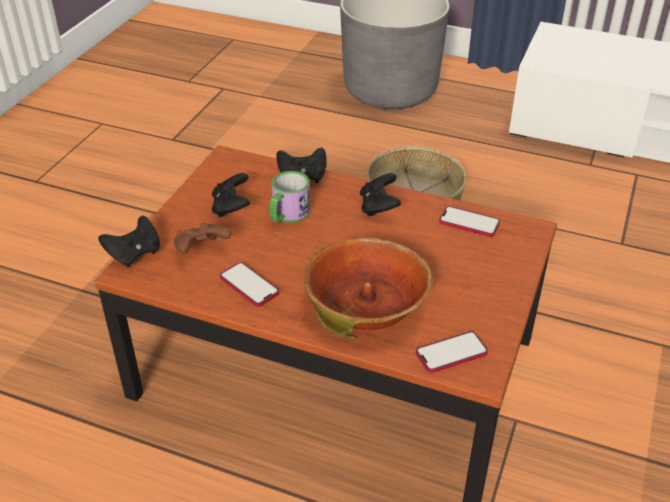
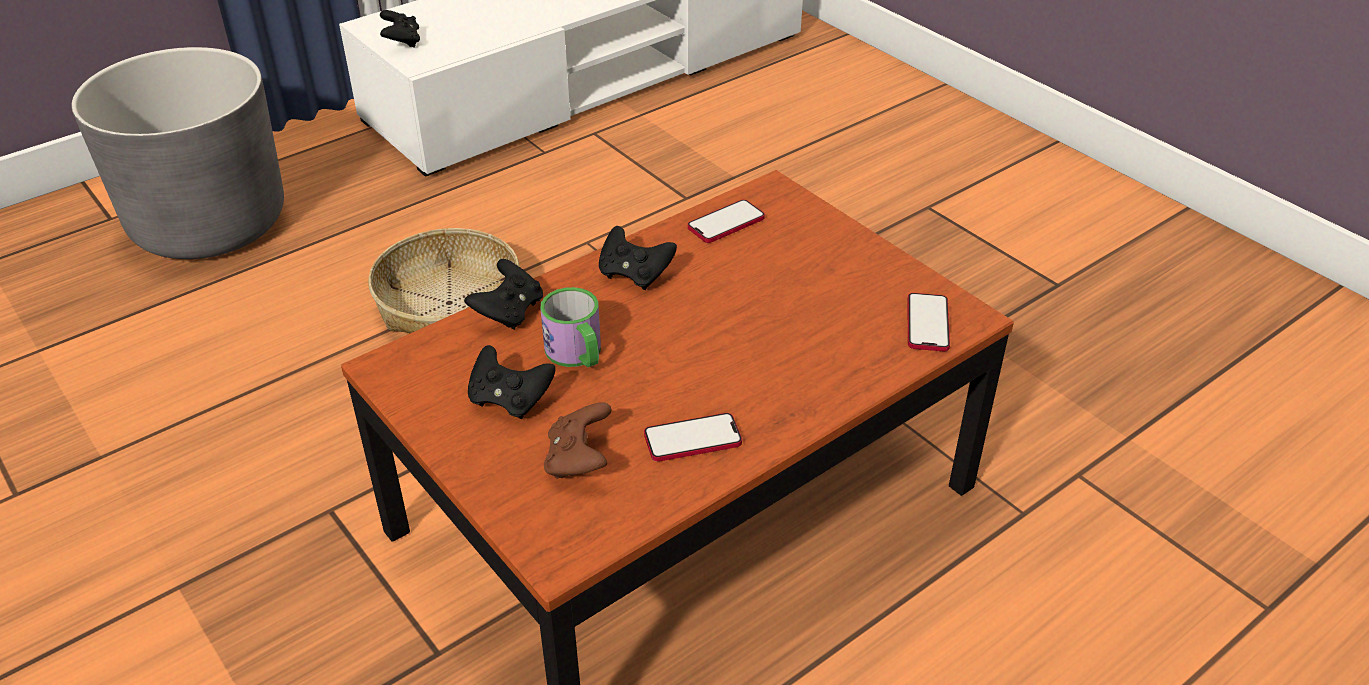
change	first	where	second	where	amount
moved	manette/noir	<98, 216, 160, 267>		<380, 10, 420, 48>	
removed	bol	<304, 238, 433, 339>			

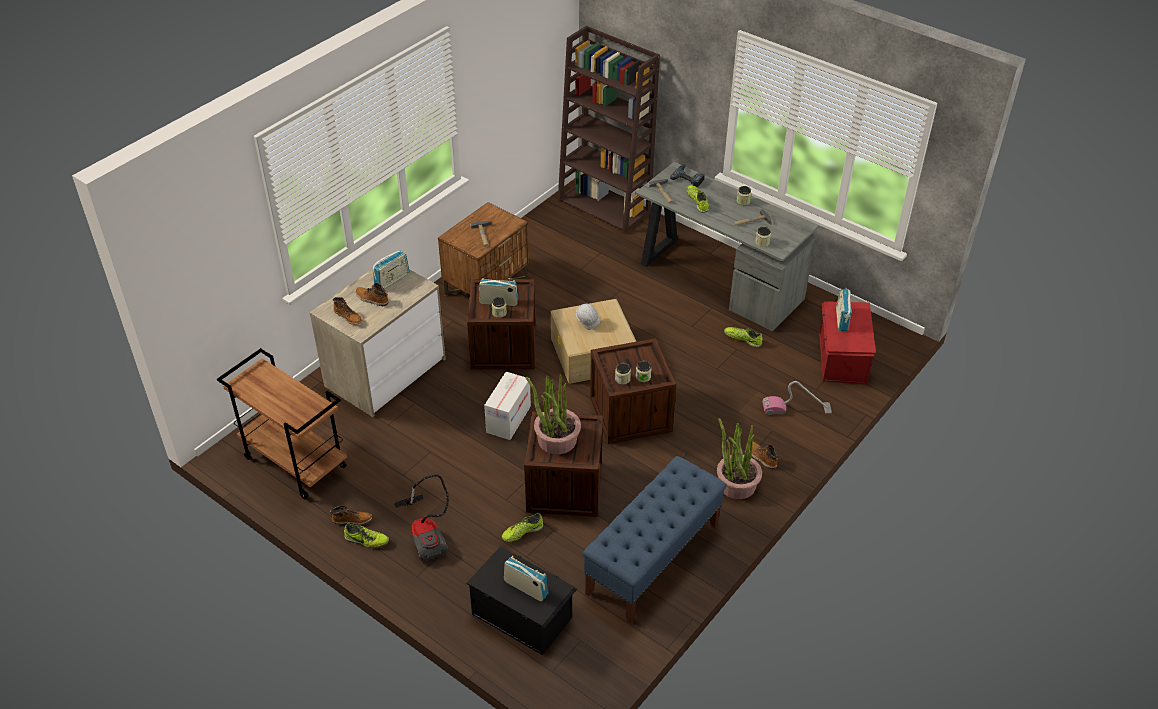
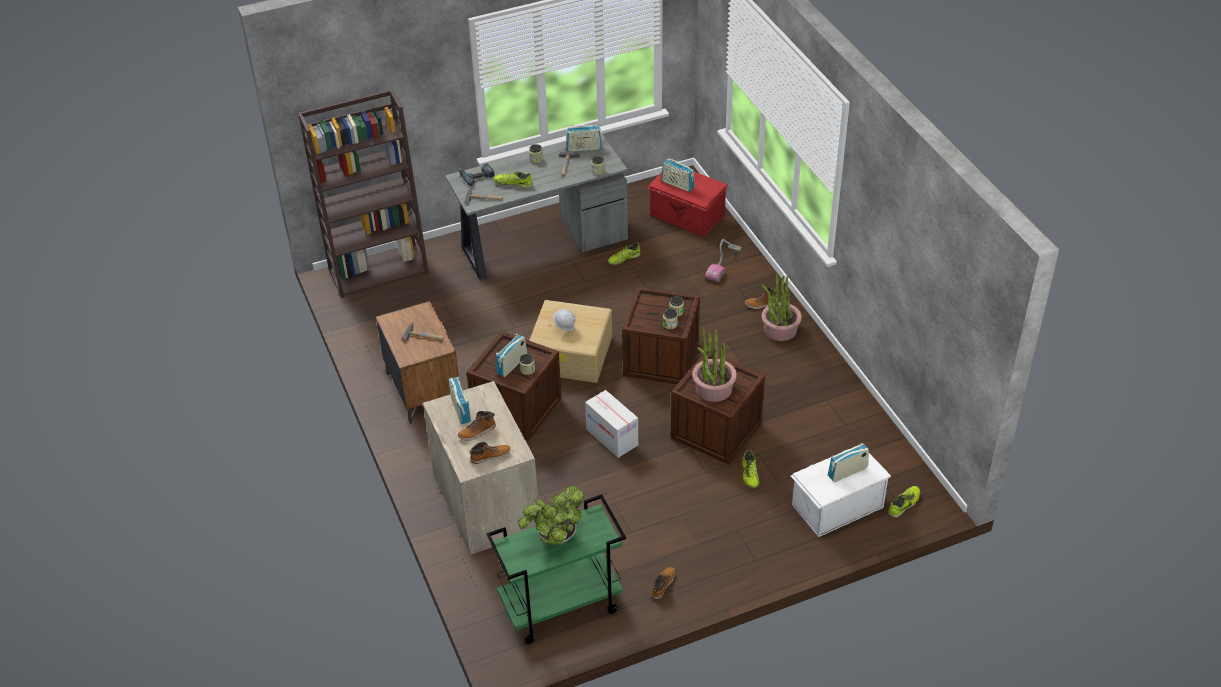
change	first	where	second	where	amount
recoloured	chariot/marron	<217, 348, 347, 500>	chariot/vert	<486, 494, 626, 644>	
removed	banc/bleu	<582, 456, 727, 624>			
removed	aspirateur	<394, 474, 449, 563>			
moved	chaussure	<344, 523, 389, 548>		<888, 486, 920, 518>	
recoloured	boîte de rangement/noir	<466, 546, 577, 655>	boîte de rangement/blanc	<791, 444, 891, 537>	
added			radio	<566, 125, 602, 152>	
added			plante en pot	<518, 485, 584, 546>	

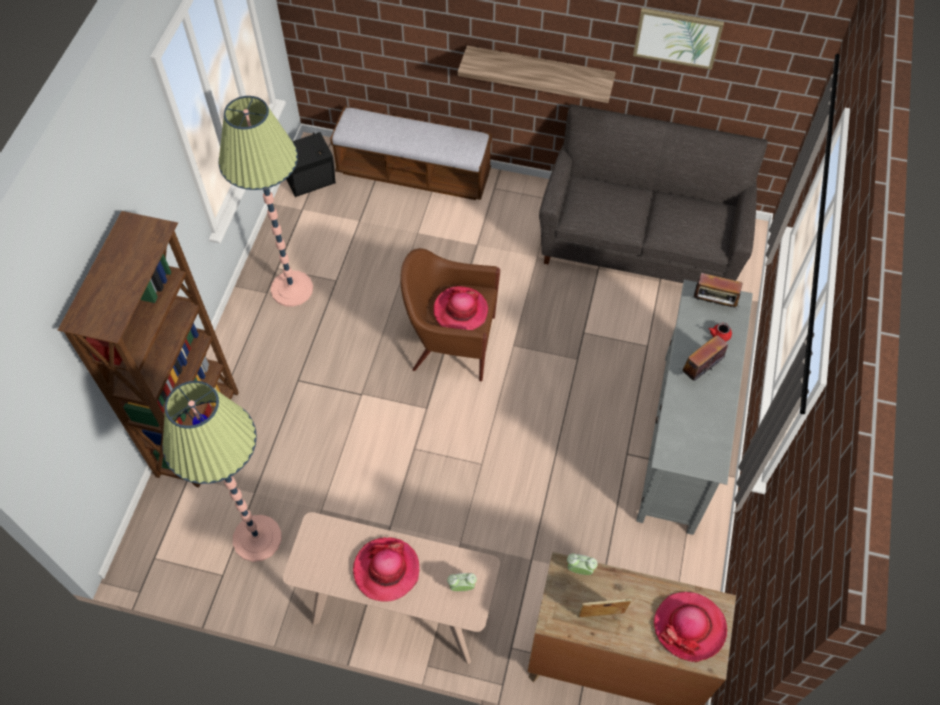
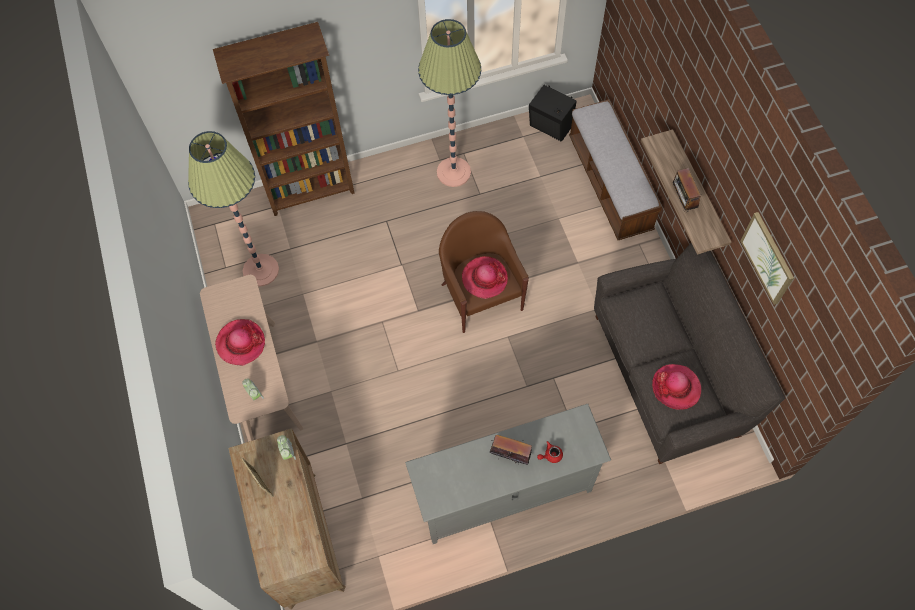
change	first	where	second	where	amount
moved	radio	<694, 273, 743, 310>		<673, 168, 701, 213>	
moved	chapeau	<654, 592, 727, 662>		<652, 364, 701, 410>	

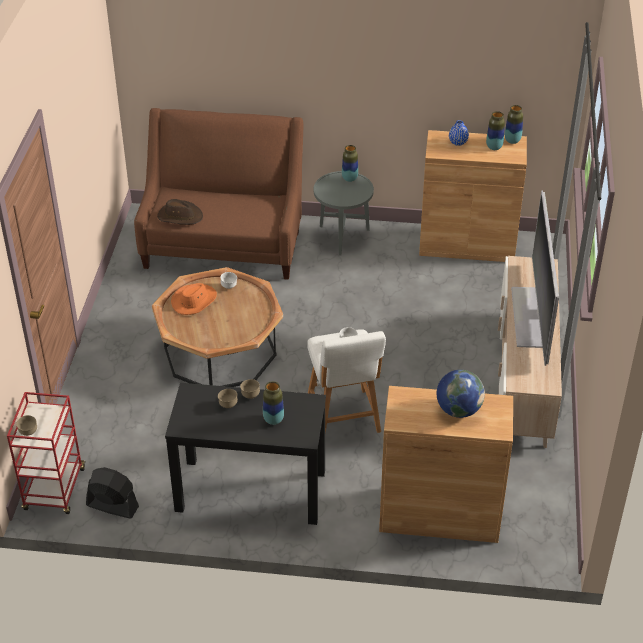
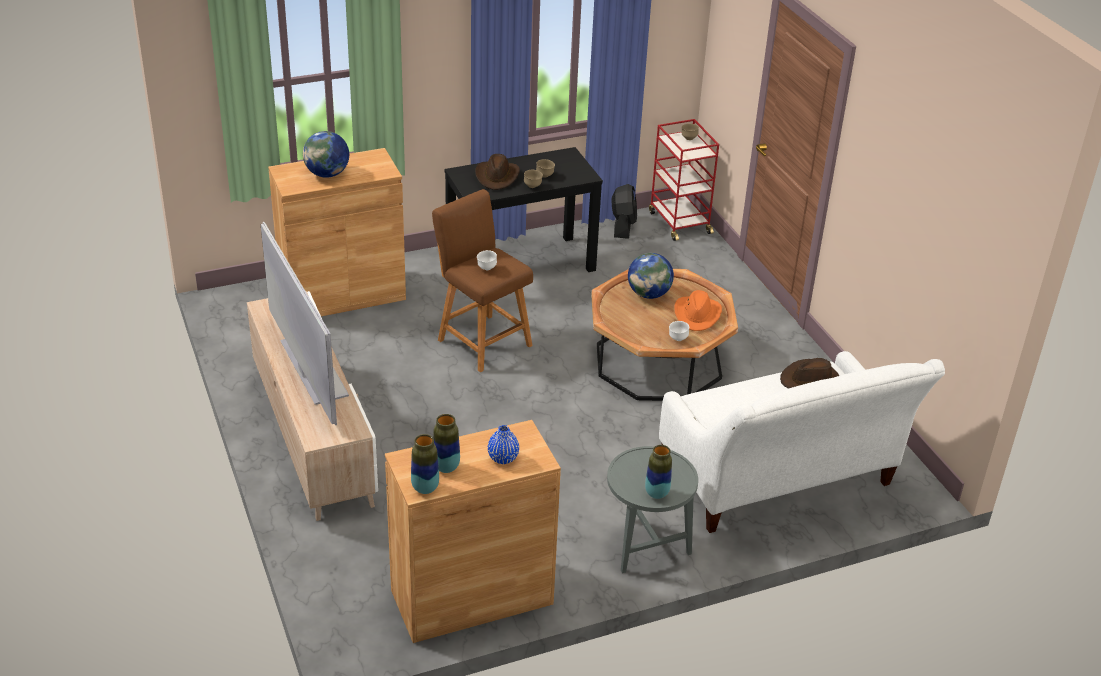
change	first	where	second	where	amount
recoloured	canapé/marron	<134, 108, 304, 280>	canapé/blanc	<659, 351, 945, 533>	
recoloured	tabouret/blanc	<307, 329, 386, 433>	tabouret/marron	<432, 189, 533, 372>	
replaced	vase	<263, 381, 284, 425>	chapeau/marron	<475, 154, 520, 190>	
turned	ventilateur/noir	<86, 467, 139, 519>		<612, 184, 637, 239>	75 degrees counterclockwise
added			globe	<628, 253, 674, 299>	

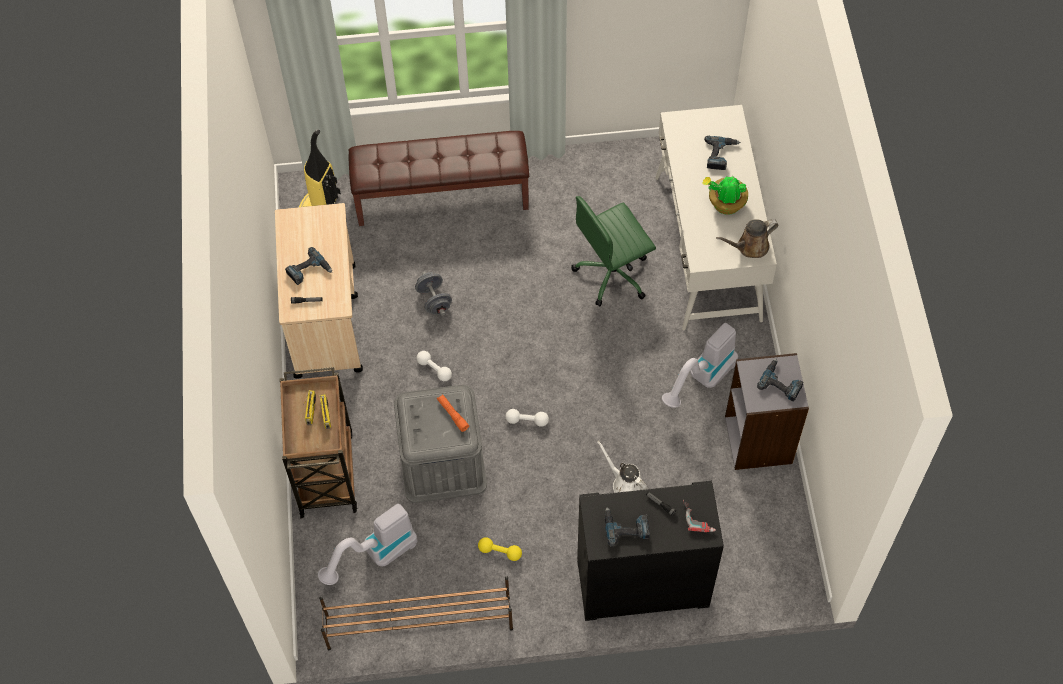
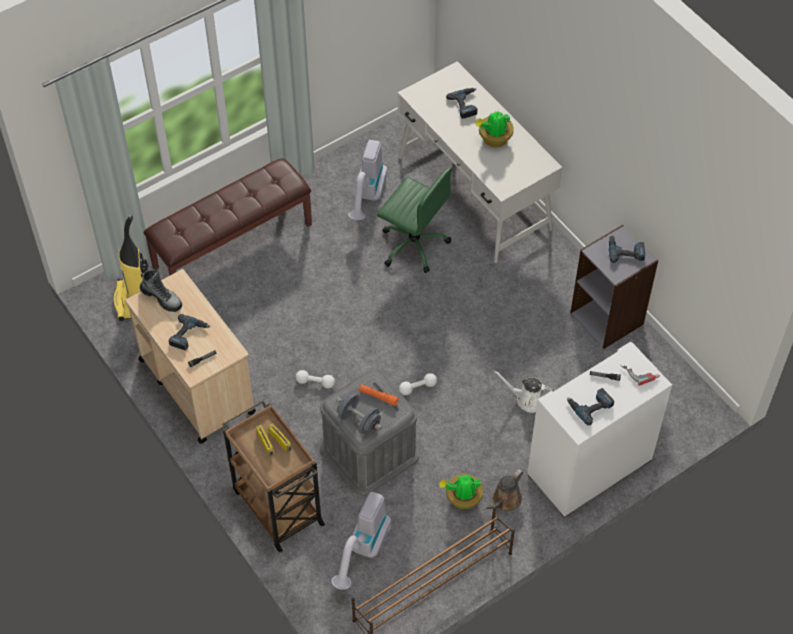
change	first	where	second	where	amount
turned	chaise de bureau/vert	<571, 196, 656, 306>		<377, 167, 452, 273>	90 degrees counterclockwise
moved	arrosoir/marron	<716, 219, 779, 258>		<482, 469, 523, 512>	
moved	haltère/gris	<415, 271, 452, 316>		<336, 393, 382, 434>	
moved	aspirateur	<662, 323, 738, 408>		<348, 140, 387, 220>	
recoloured	meuble de rangement/noir	<577, 481, 724, 621>	meuble de rangement/blanc	<527, 342, 672, 518>	
replaced	haltère/jaune	<478, 537, 522, 561>	plante en pot	<439, 474, 483, 509>	
added			botte	<140, 269, 182, 312>	

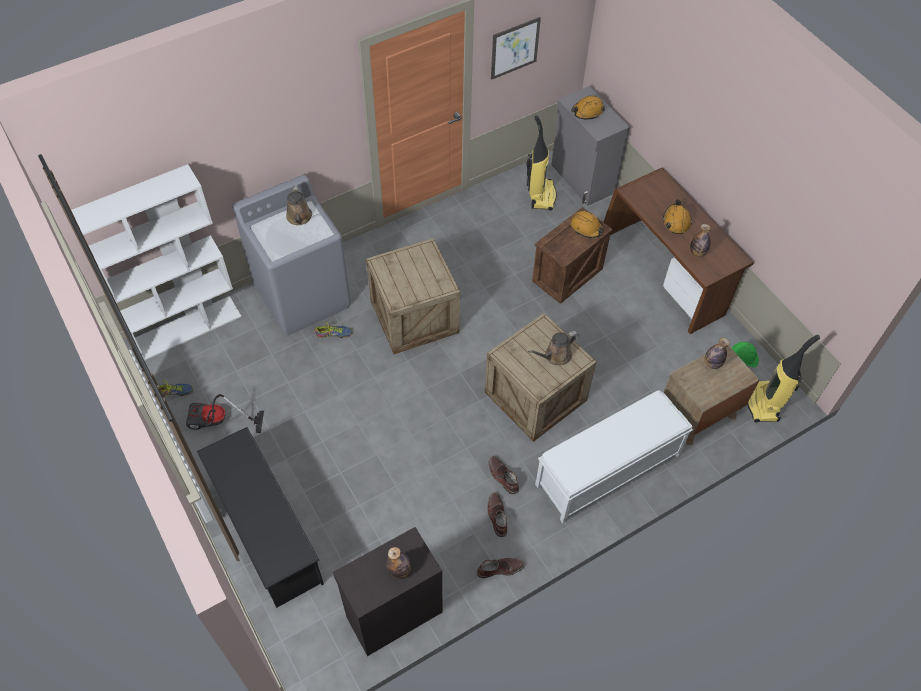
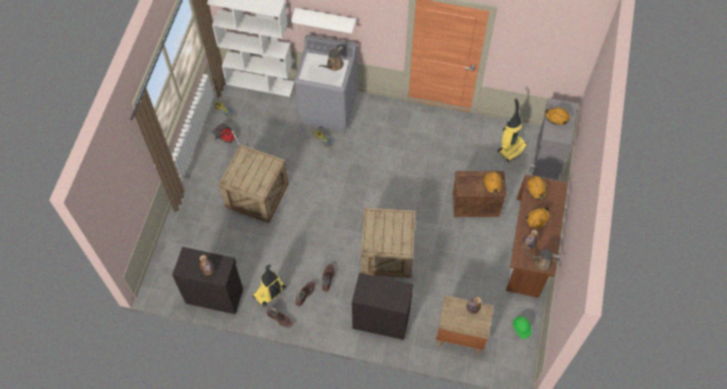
change	first	where	second	where	amount
removed	tableau	<491, 17, 541, 80>			
moved	caisse	<366, 238, 460, 354>		<219, 144, 289, 223>	
moved	arrosoir/marron	<528, 331, 579, 365>		<521, 246, 560, 271>	
moved	aspirateur	<747, 334, 820, 422>		<253, 264, 286, 307>	
replaced	banc/blanc	<535, 390, 693, 524>	meuble de rangement/noir	<352, 273, 414, 340>	
removed	étagère à chaussures/noir	<197, 427, 324, 608>			
added			étagère/blanc	<291, 8, 356, 34>	
added			casque de chantier/orange	<526, 176, 547, 200>	

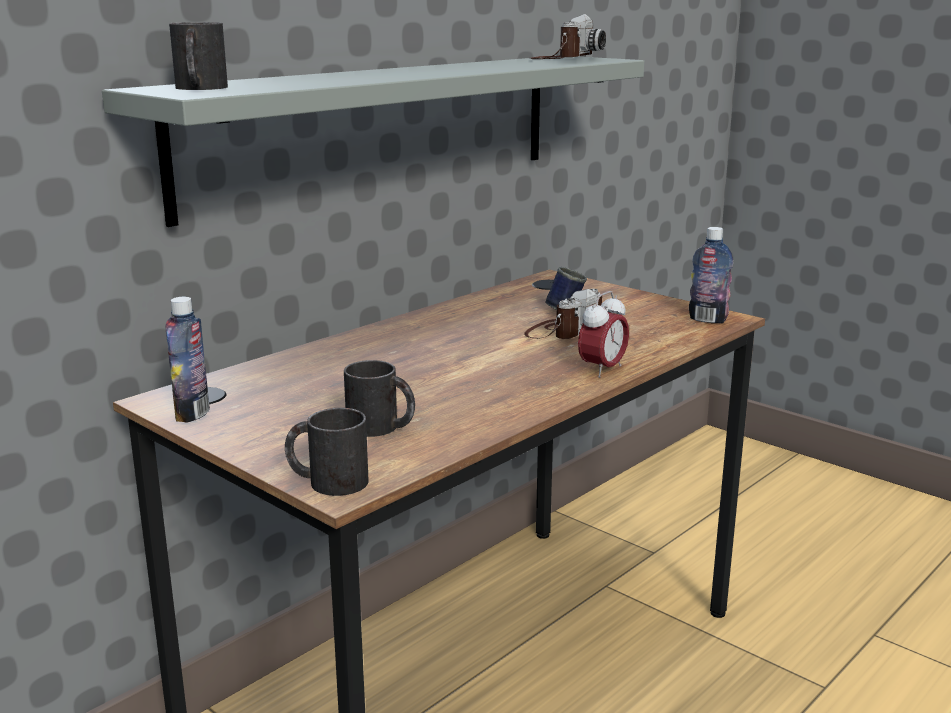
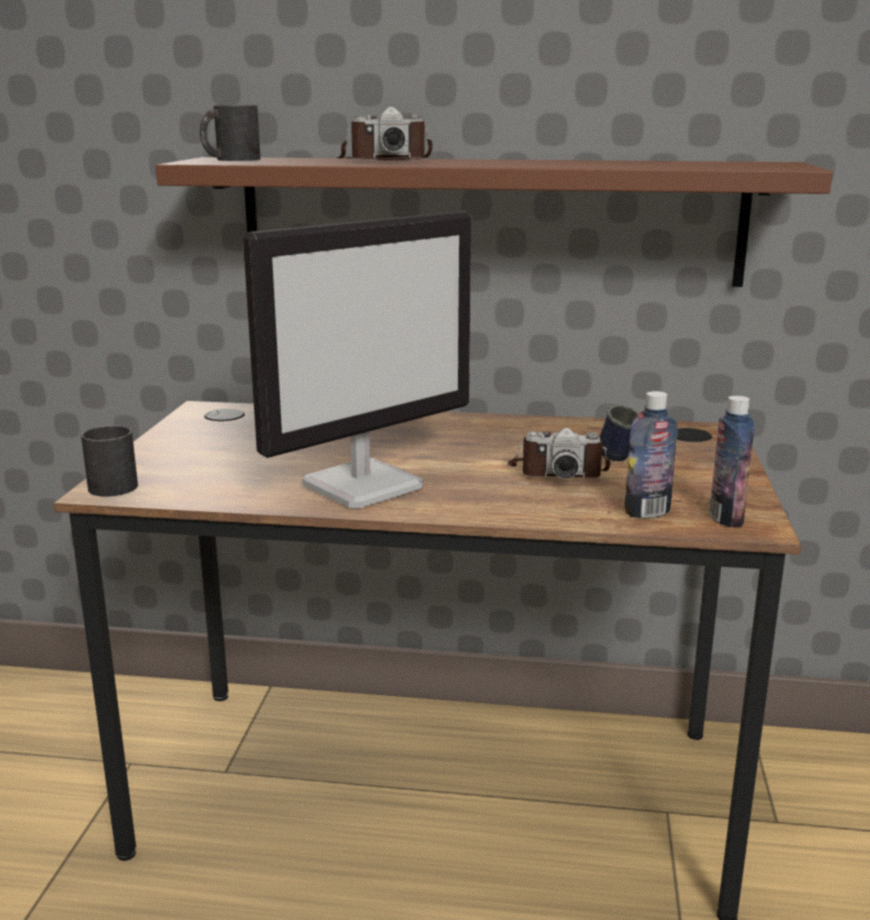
change	first	where	second	where	amount
moved	appareil photo	<530, 14, 606, 59>		<336, 107, 433, 160>	
recoloured	étagère/gris	<102, 57, 644, 227>	étagère/marron	<156, 157, 833, 287>	
removed	réveil	<578, 291, 629, 378>			
moved	bouteille	<166, 297, 210, 423>		<625, 391, 678, 518>	
removed	mug/noir	<344, 360, 415, 437>			
added			écran d'ordinateur	<243, 211, 471, 508>	

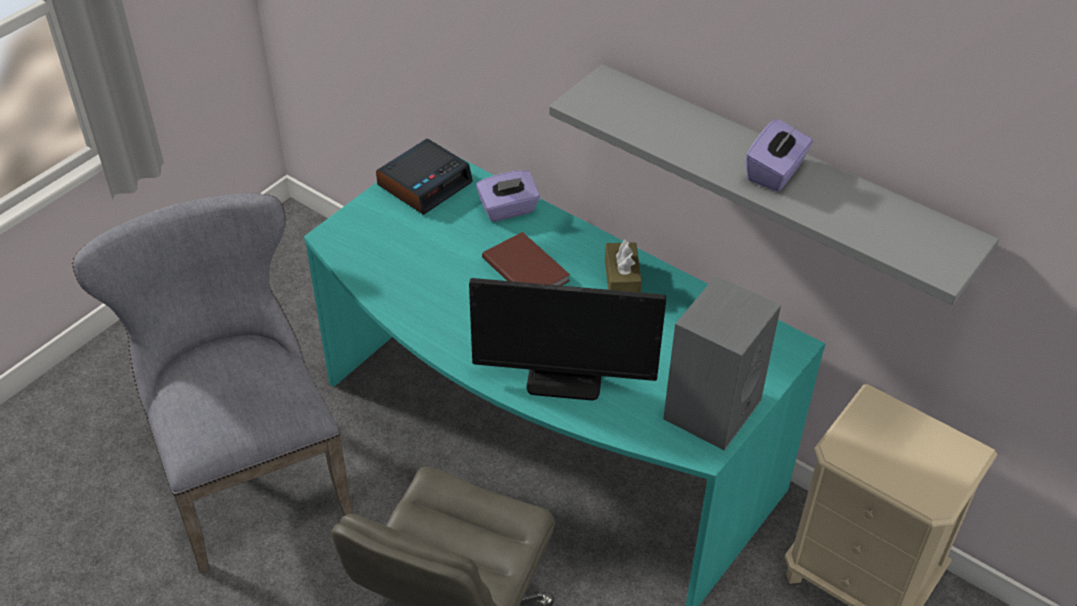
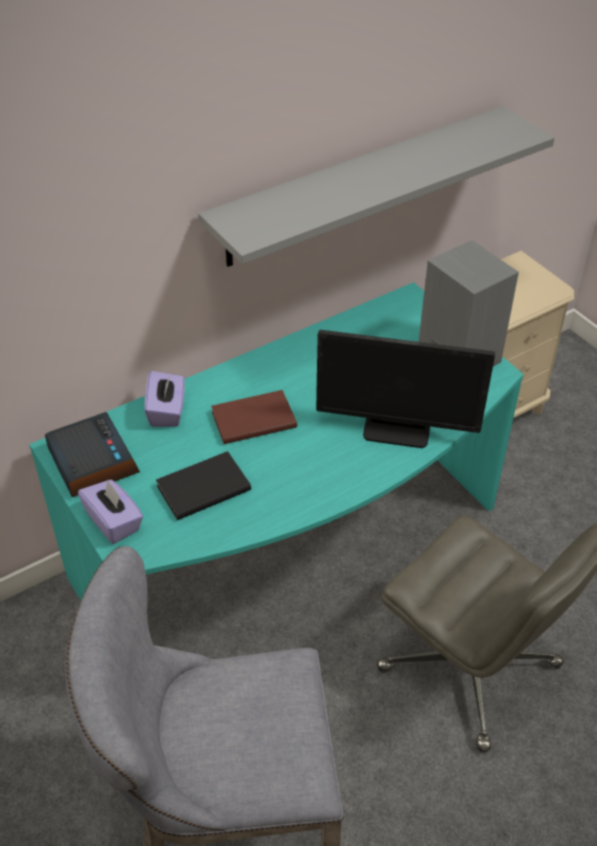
change	first	where	second	where	amount
moved	boîte à mouchoirs/violet	<746, 119, 813, 192>		<78, 479, 143, 544>	
removed	boîte à mouchoirs/marron	<605, 240, 642, 292>			
turned	écran d'ordinateur	<469, 278, 666, 401>		<316, 330, 495, 448>	75 degrees clockwise
added			livre/noir	<156, 451, 251, 520>	

